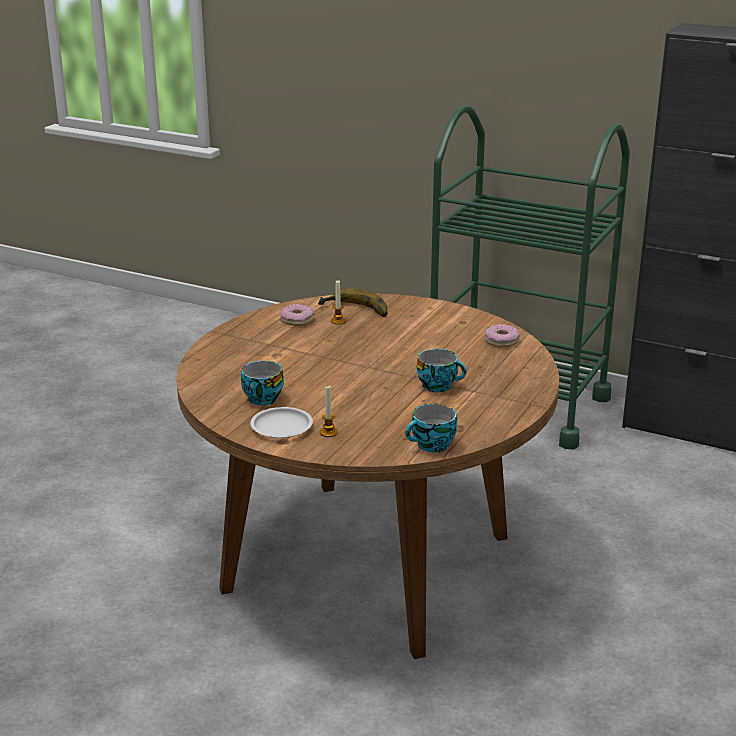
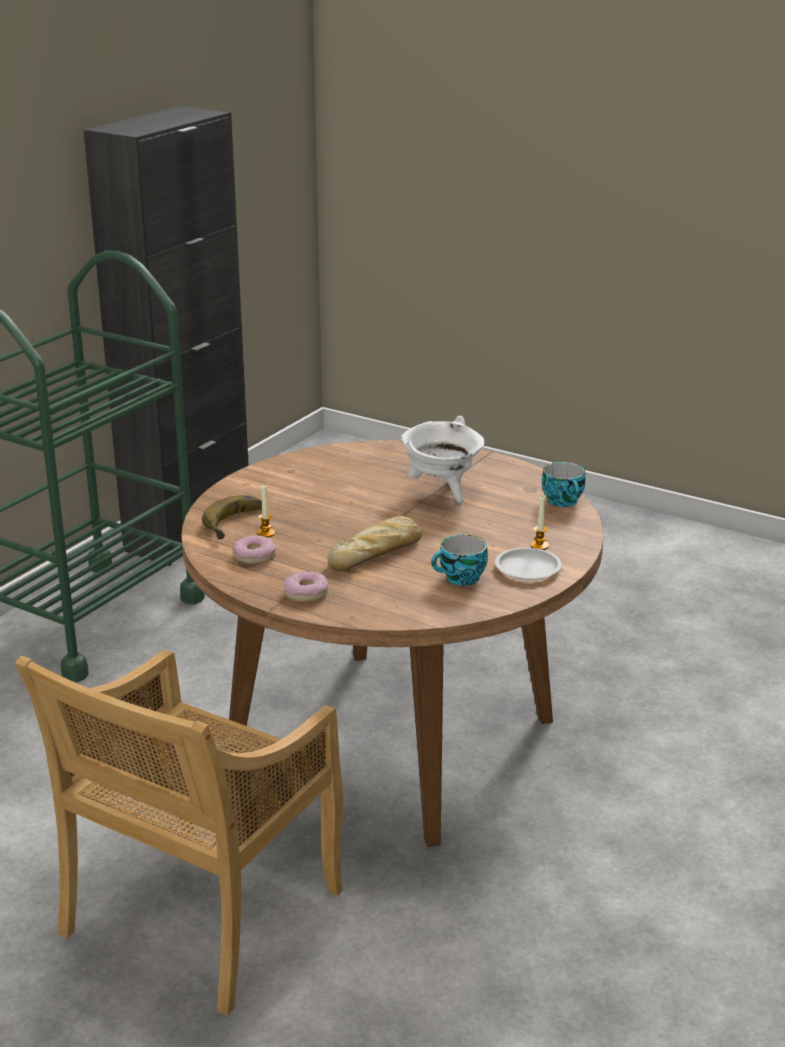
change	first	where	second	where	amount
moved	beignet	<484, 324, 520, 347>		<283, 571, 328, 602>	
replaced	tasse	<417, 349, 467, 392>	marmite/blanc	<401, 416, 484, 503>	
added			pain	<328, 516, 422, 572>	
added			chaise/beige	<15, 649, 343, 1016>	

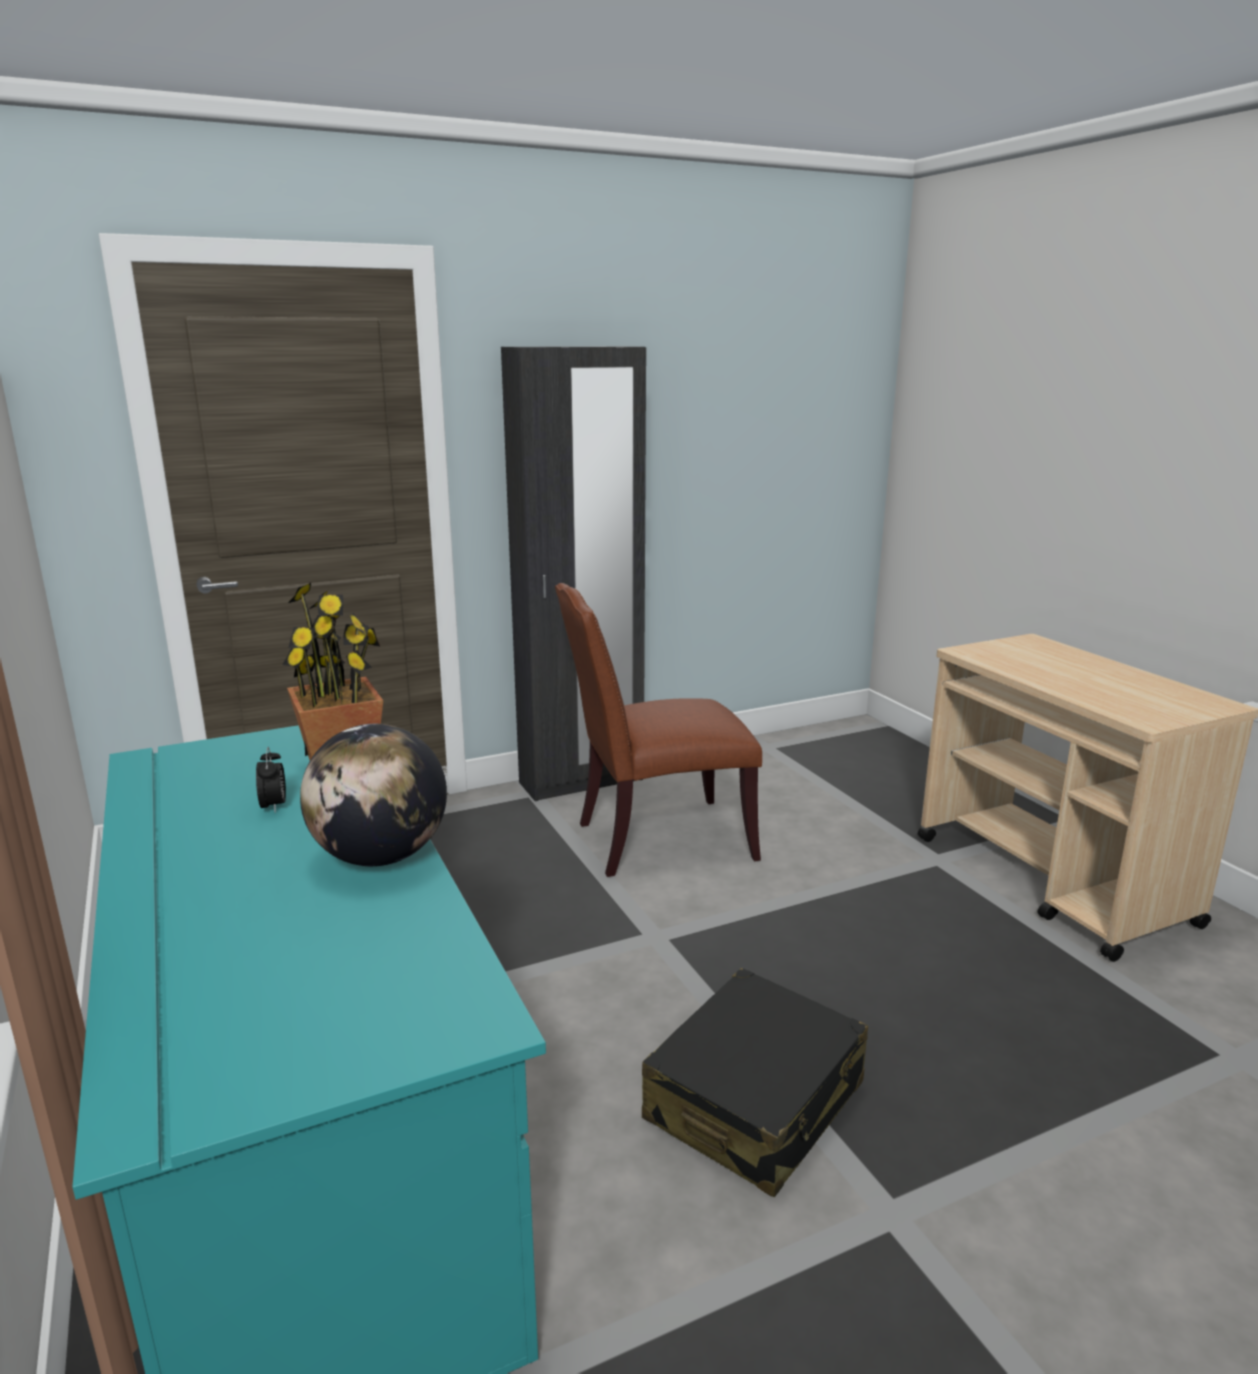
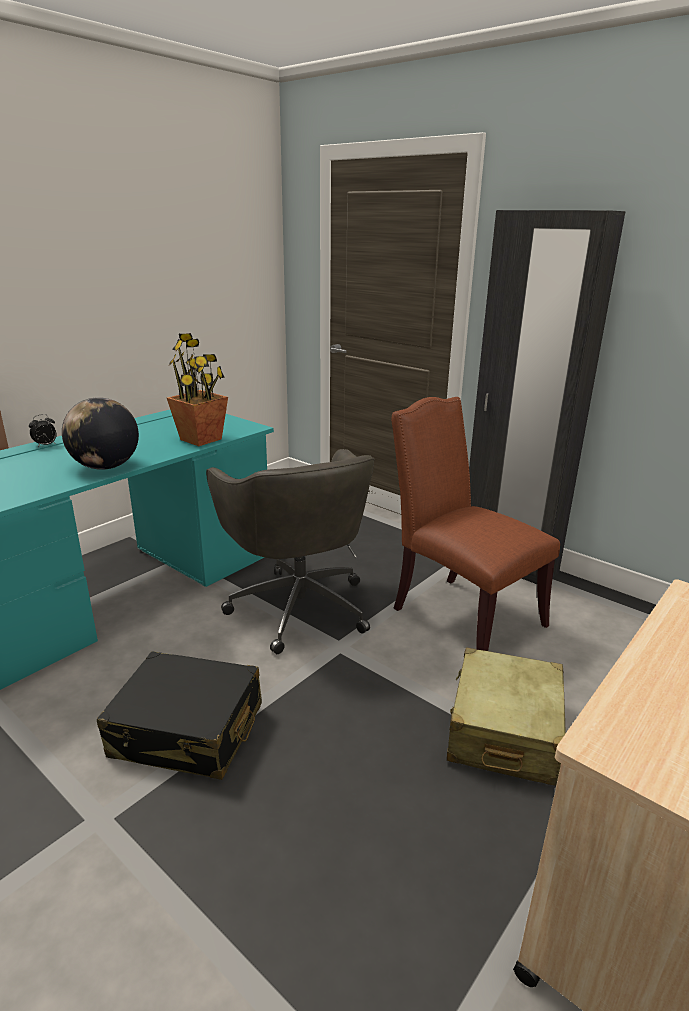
change	first	where	second	where	amount
moved	réveil	<256, 747, 286, 813>		<29, 414, 57, 447>	
added			chaise de bureau/gris	<206, 449, 375, 654>	
added			valise/beige	<447, 647, 566, 786>	

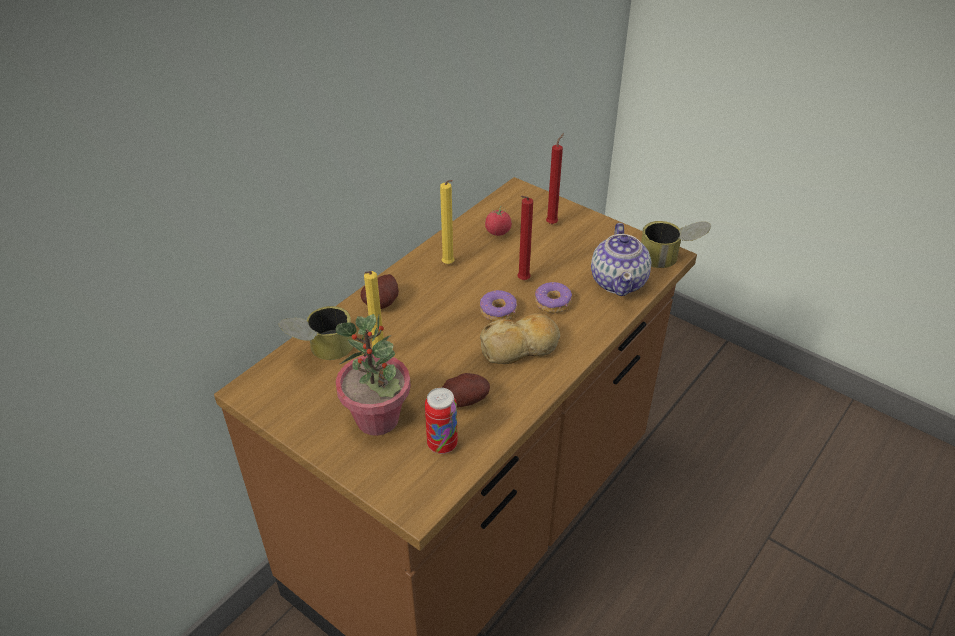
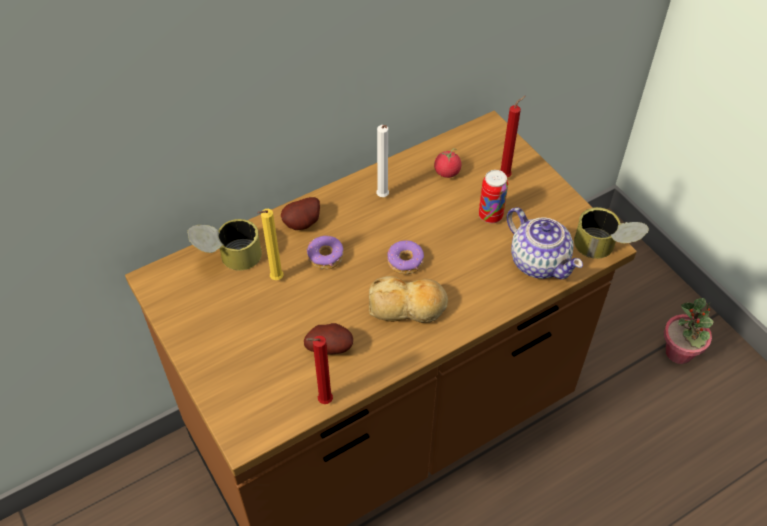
change	first	where	second	where	amount
recoloured	bougie/jaune	<440, 180, 455, 264>	bougie/blanc	<376, 125, 389, 197>	
moved	bougie/rouge	<517, 196, 533, 280>		<306, 335, 333, 404>	
turned	théière	<591, 223, 651, 296>		<507, 207, 583, 279>	60 degrees counterclockwise
moved	beignet	<535, 282, 572, 313>		<307, 236, 344, 269>	
moved	plante en pot	<335, 314, 411, 436>		<664, 298, 714, 364>	
moved	boîte métallique	<425, 388, 458, 454>		<479, 170, 508, 223>	

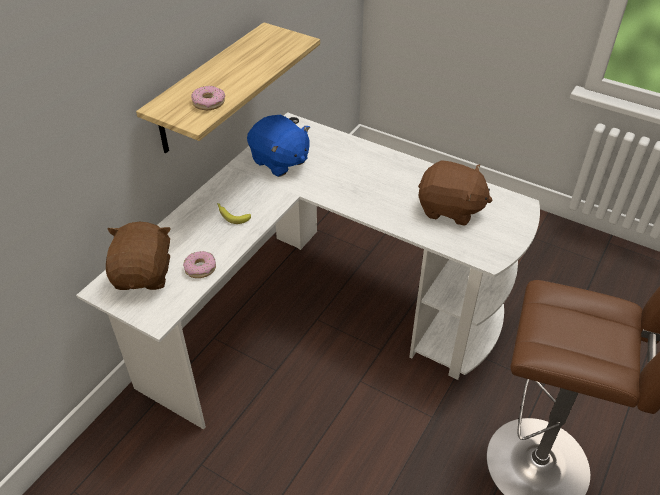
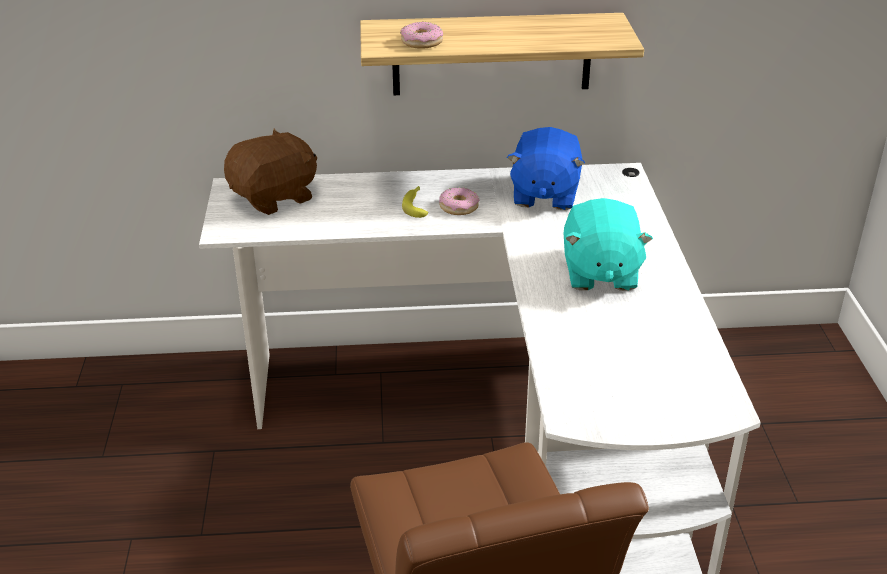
change	first	where	second	where	amount
removed	peluche/marron	<418, 160, 493, 226>			
moved	beignet	<183, 251, 216, 278>		<439, 187, 479, 215>	
added			peluche/turquoise	<564, 198, 653, 291>	

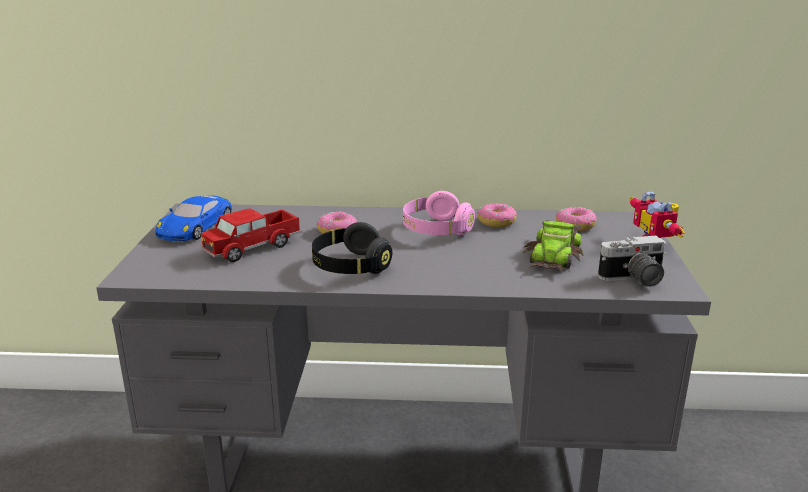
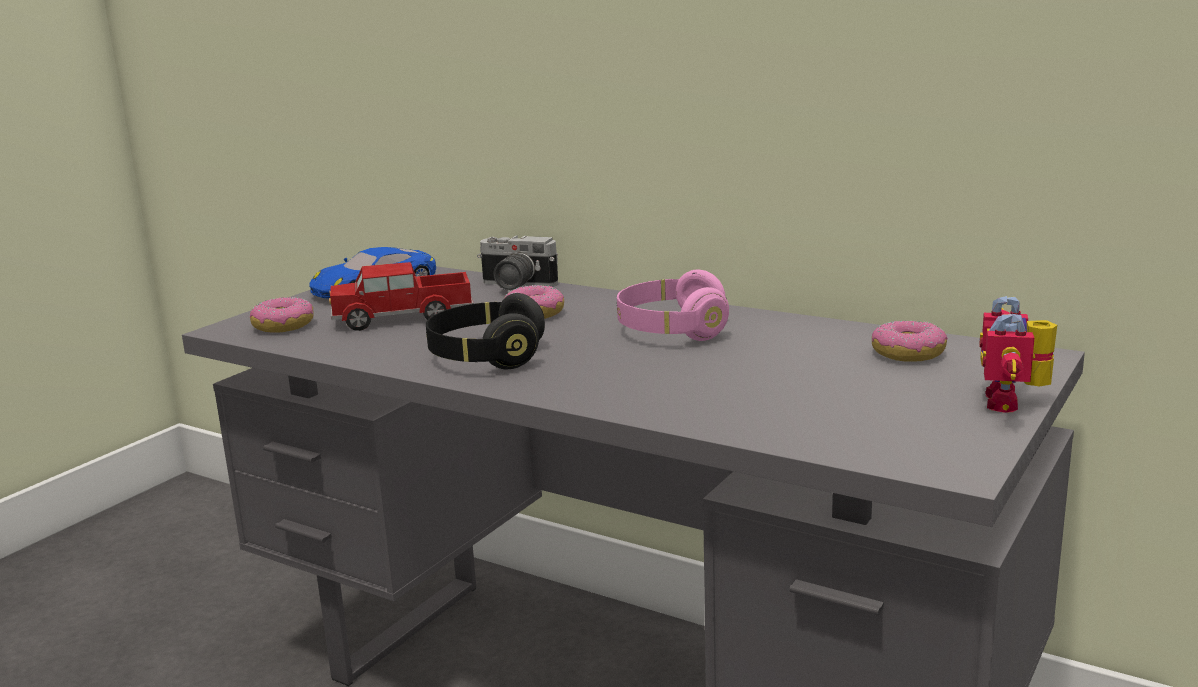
change	first	where	second	where	amount
moved	beignet	<477, 203, 517, 227>		<250, 297, 314, 333>	
removed	petite voiture	<523, 221, 584, 273>			
moved	appareil photo	<598, 236, 667, 287>		<477, 235, 558, 291>	

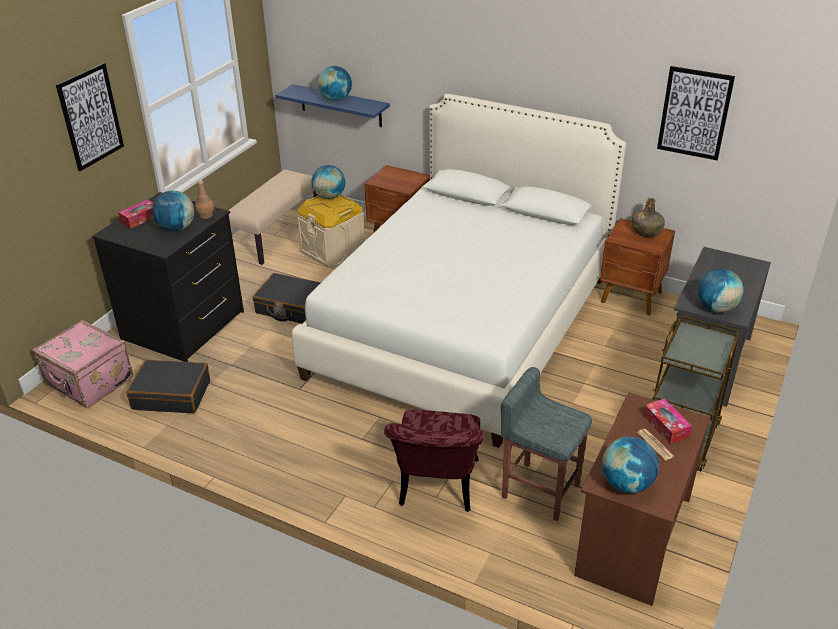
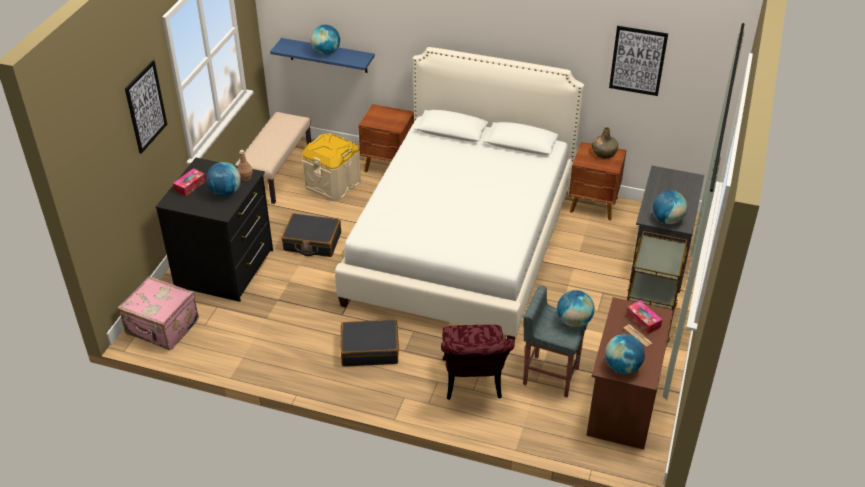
change	first	where	second	where	amount
moved	globe	<311, 165, 345, 199>		<557, 290, 595, 327>	
moved	valise/noir	<127, 360, 210, 413>		<341, 319, 399, 367>	

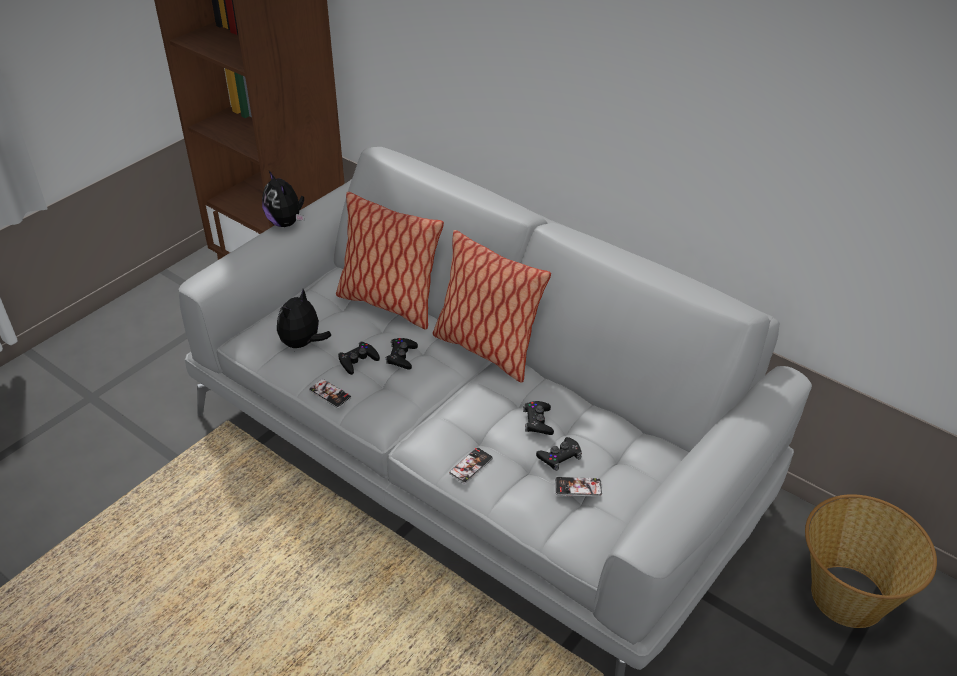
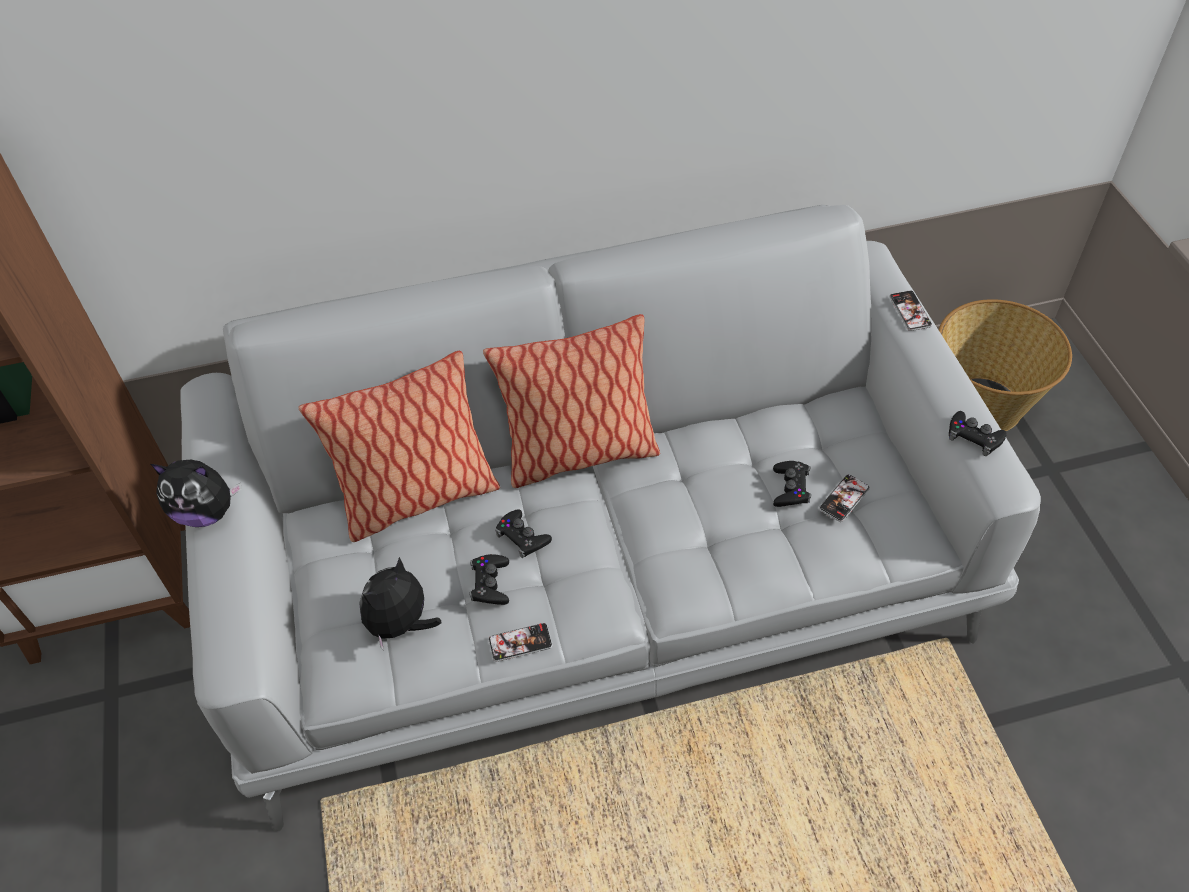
change	first	where	second	where	amount
turned	peluche	<277, 289, 331, 349>		<359, 557, 442, 650>	60 degrees clockwise
moved	manette/noir	<523, 401, 554, 435>		<949, 411, 1007, 456>	
moved	téléphone	<449, 448, 493, 484>		<889, 290, 932, 331>	

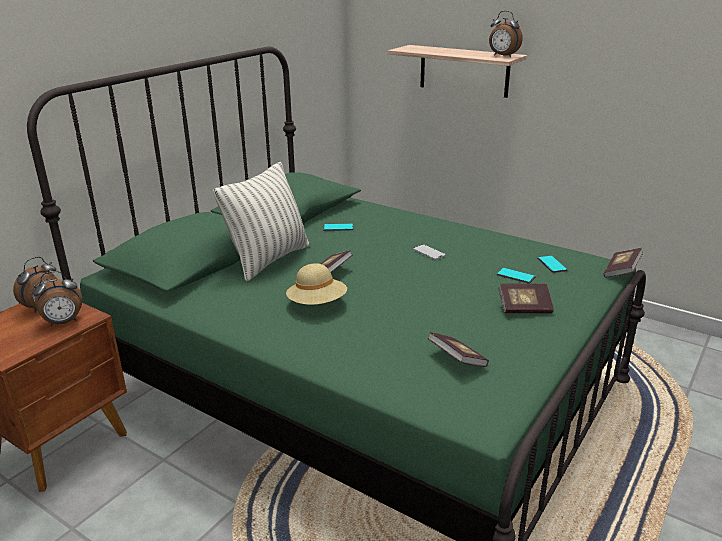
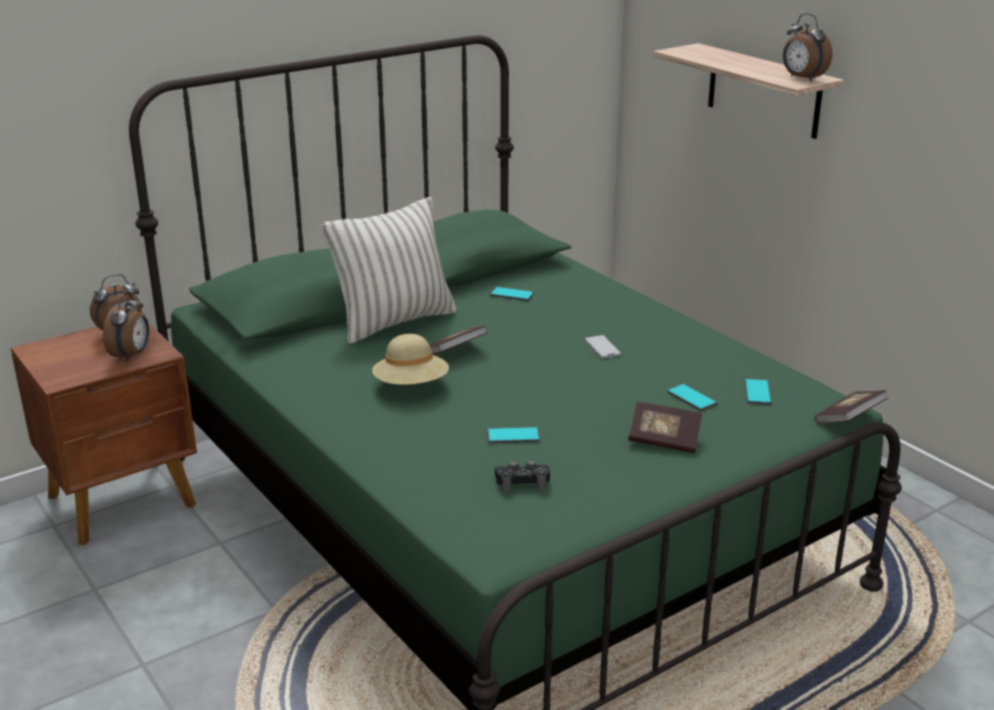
change	first	where	second	where	amount
turned	réveil	<33, 271, 82, 326>		<103, 291, 149, 361>	75 degrees counterclockwise
replaced	livre	<428, 332, 489, 367>	manette/noir	<495, 461, 550, 493>	
added			téléphone	<487, 427, 540, 443>	

